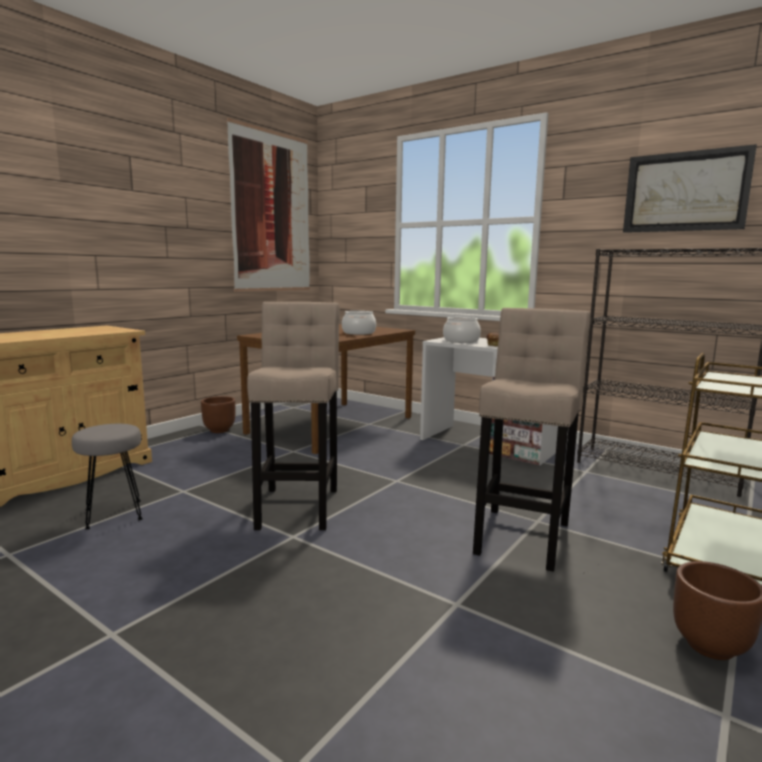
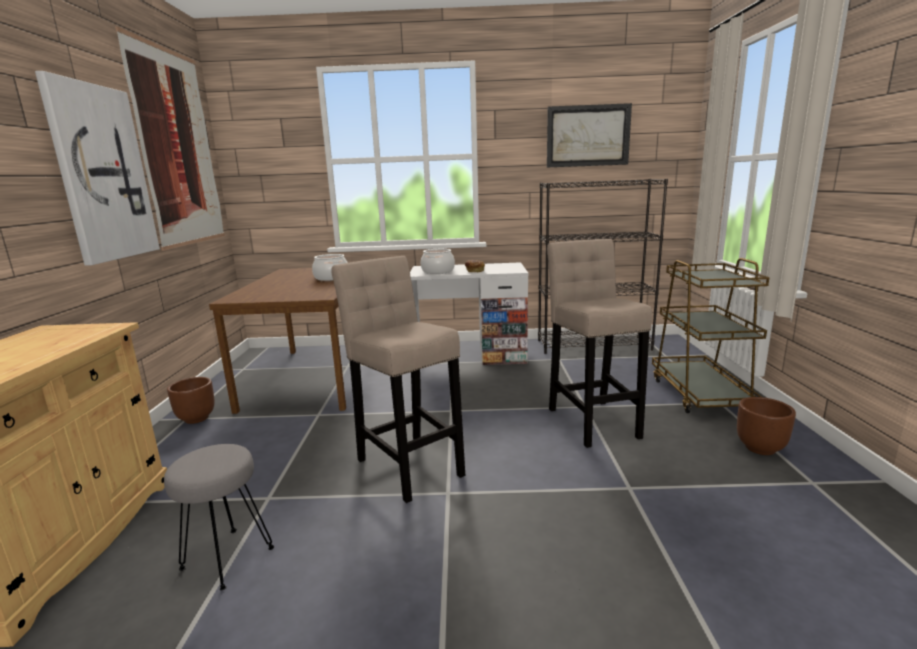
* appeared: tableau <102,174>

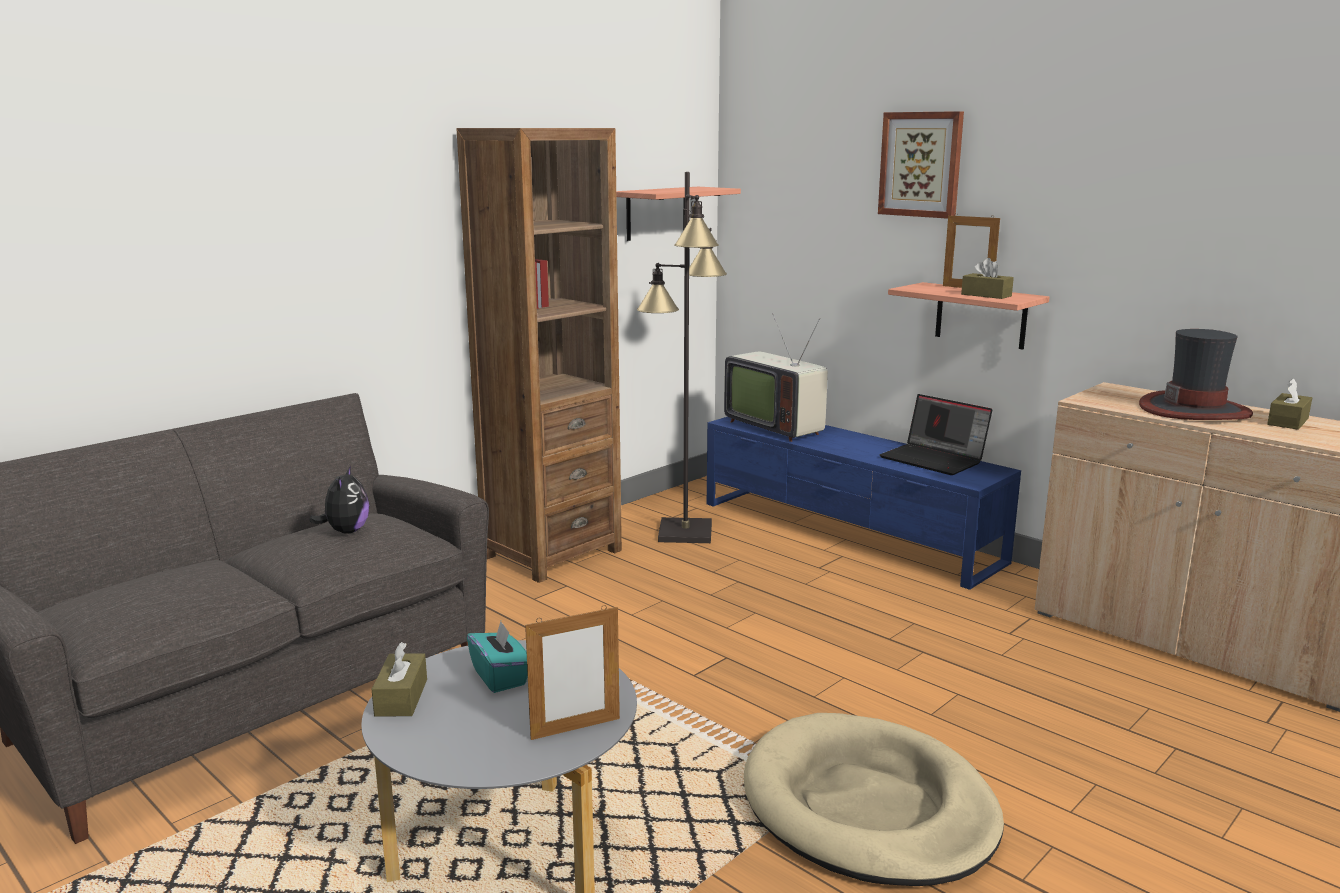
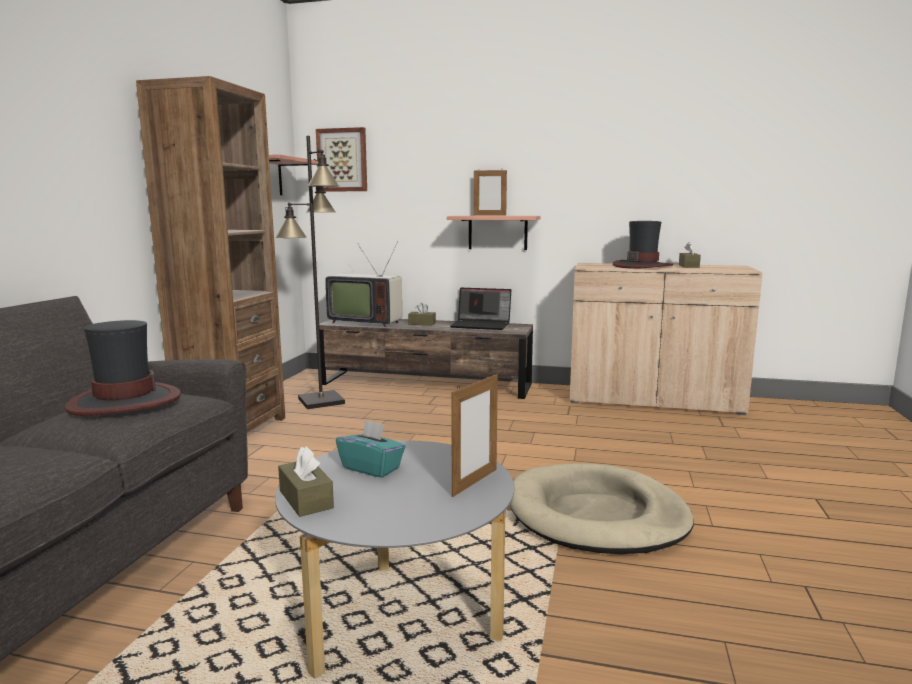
* exchanged: peluche <346,531> to chapeau <124,401>
* colour: meuble télé/bleu <848,532> to meuble télé/marron <426,384>
* relocated: tableau <921,164> to <342,160>
* relocated: boîte à mouchoirs/marron <986,295> to <422,323>

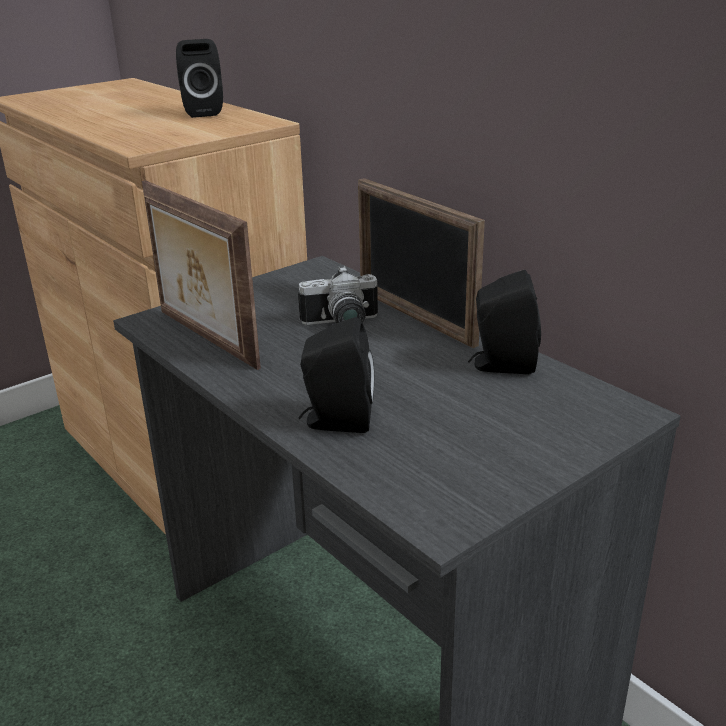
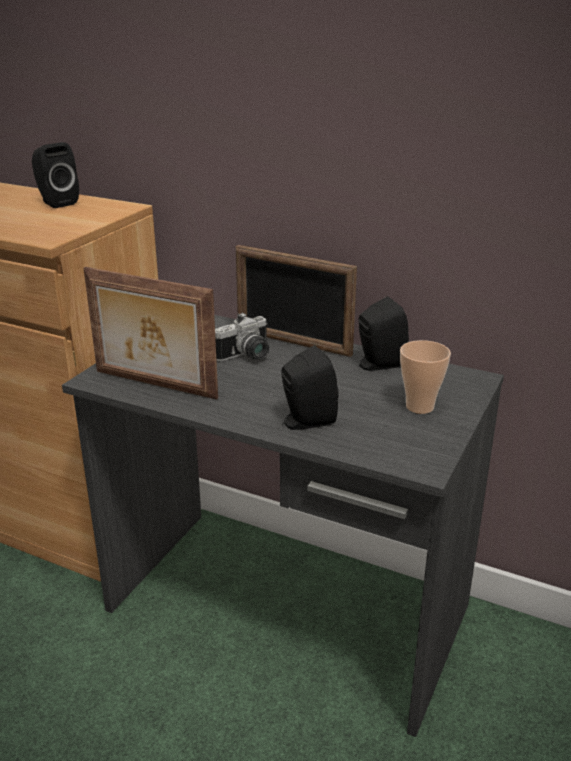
* appeared: tasse <419,407>

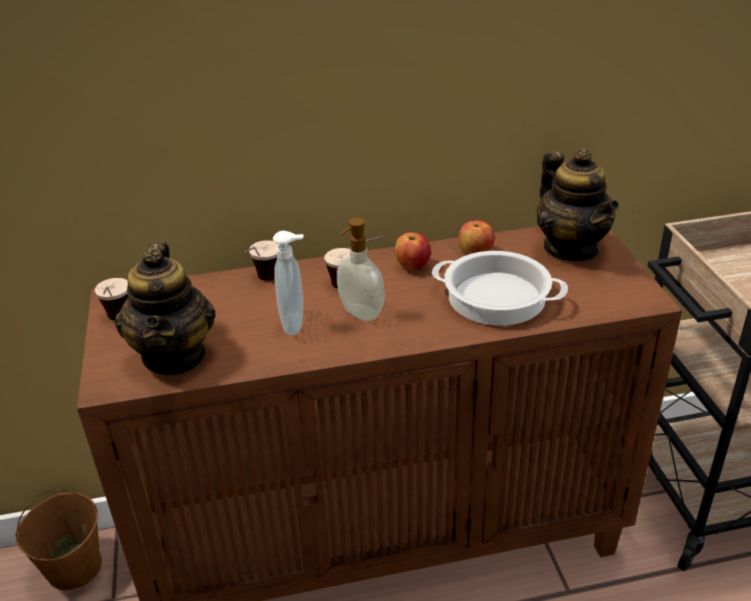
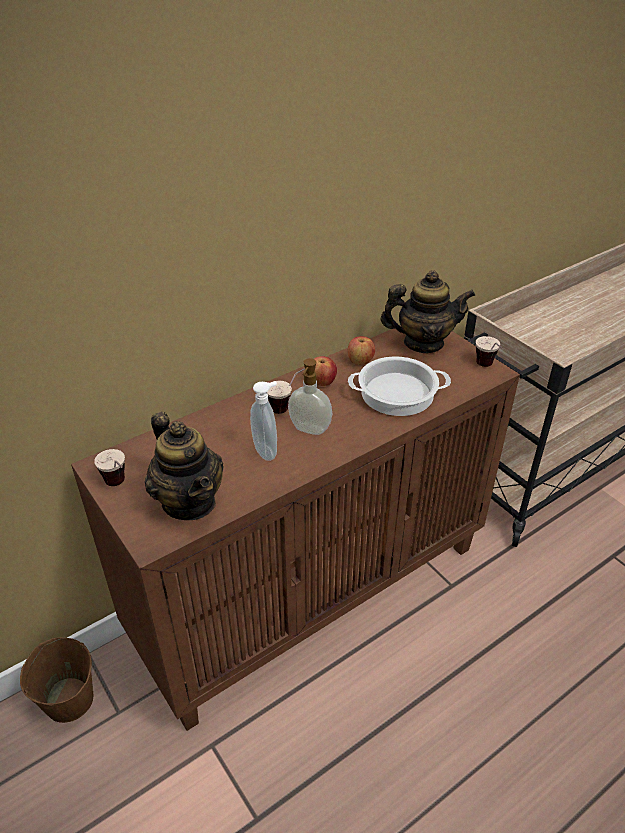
* relocated: tasse <263,282> to <487,368>
* spun: théière <571,248> = <423,343> 45 degrees counterclockwise

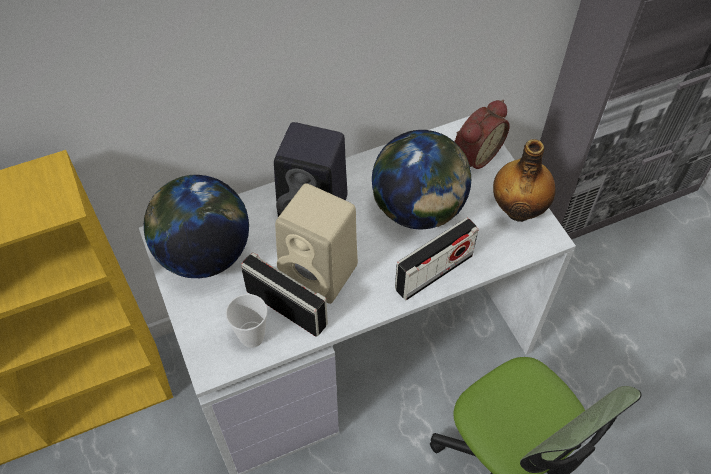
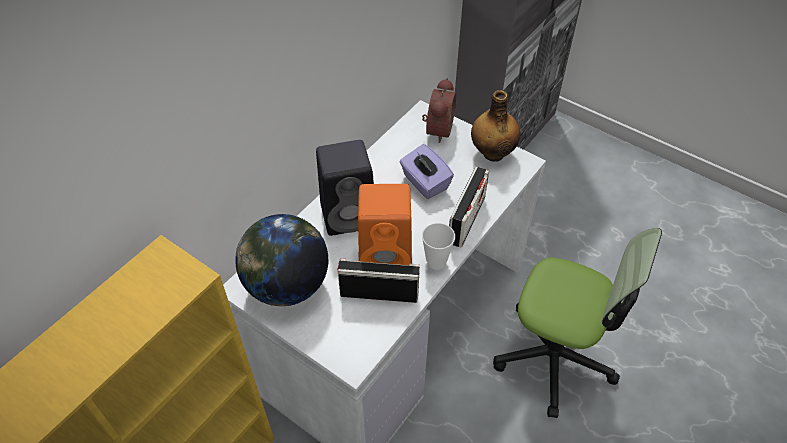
* relocated: tasse <252,337> to <436,262>
* colour: enceinte/beige <321,273> to enceinte/orange <387,257>
* exchanged: globe <418,210> to boîte à mouchoirs/violet <425,183>

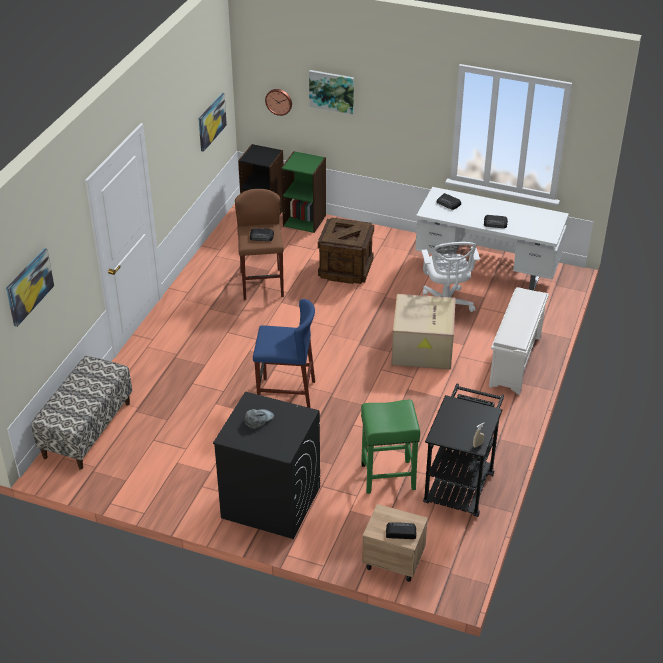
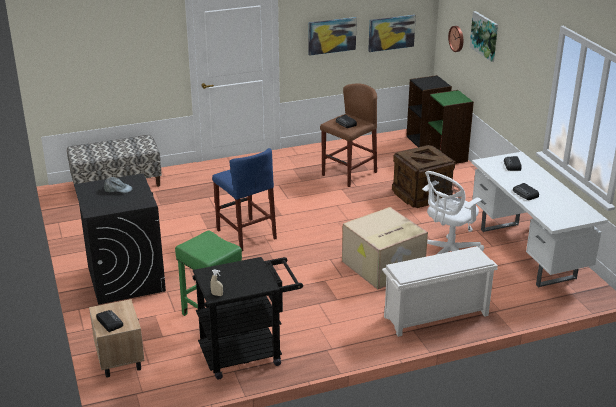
* relocated: tableau <29,286> to <331,35>

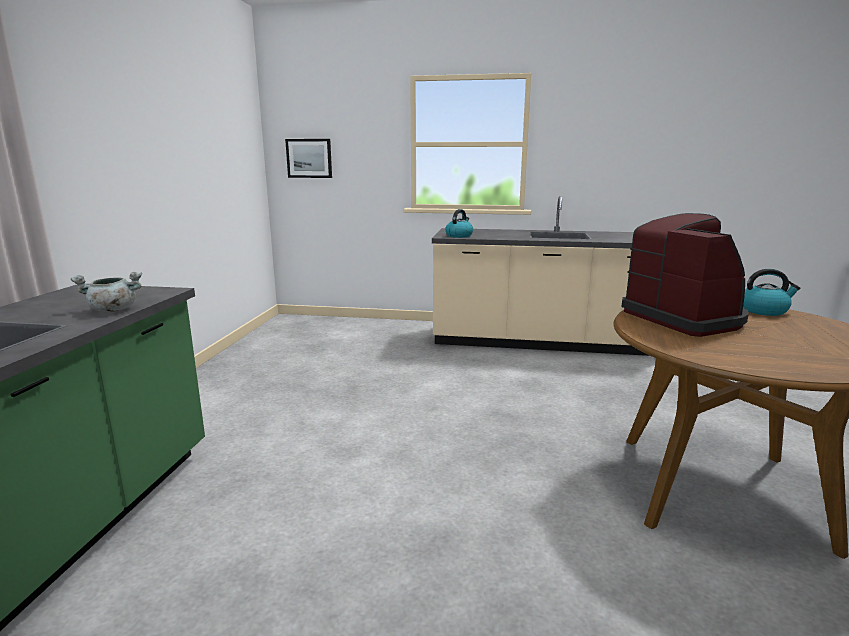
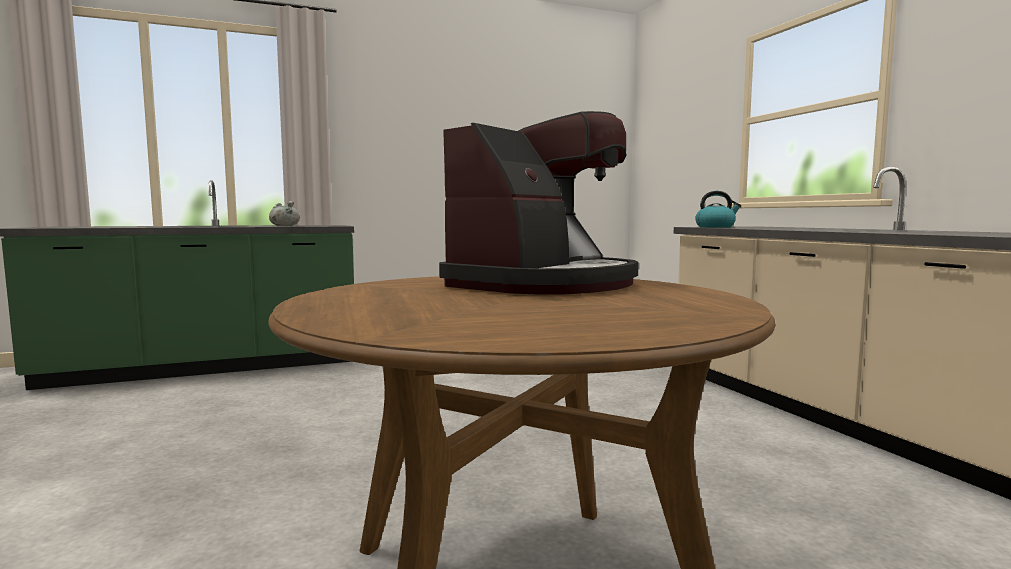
* missing: tableau <309,158>
* missing: bouilloire <763,310>

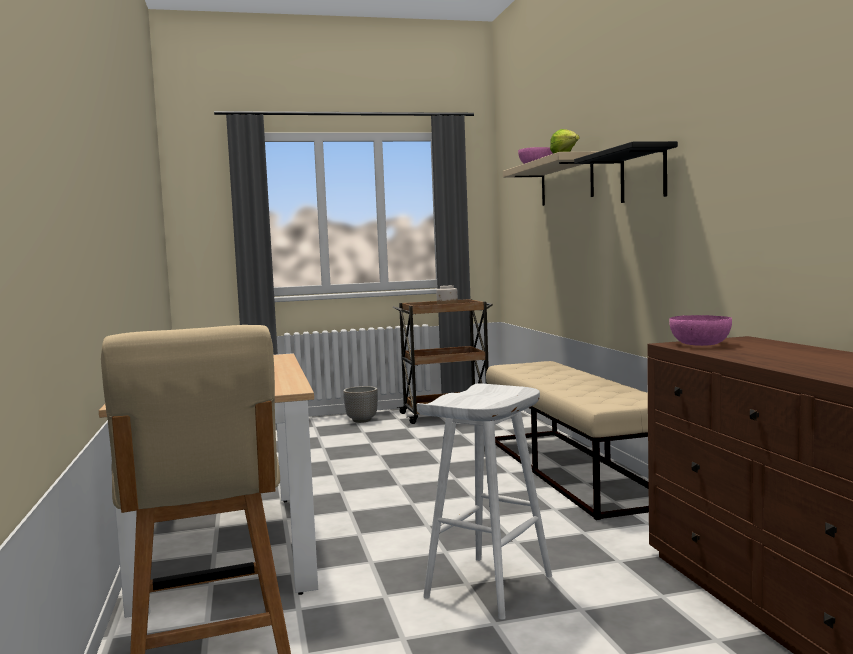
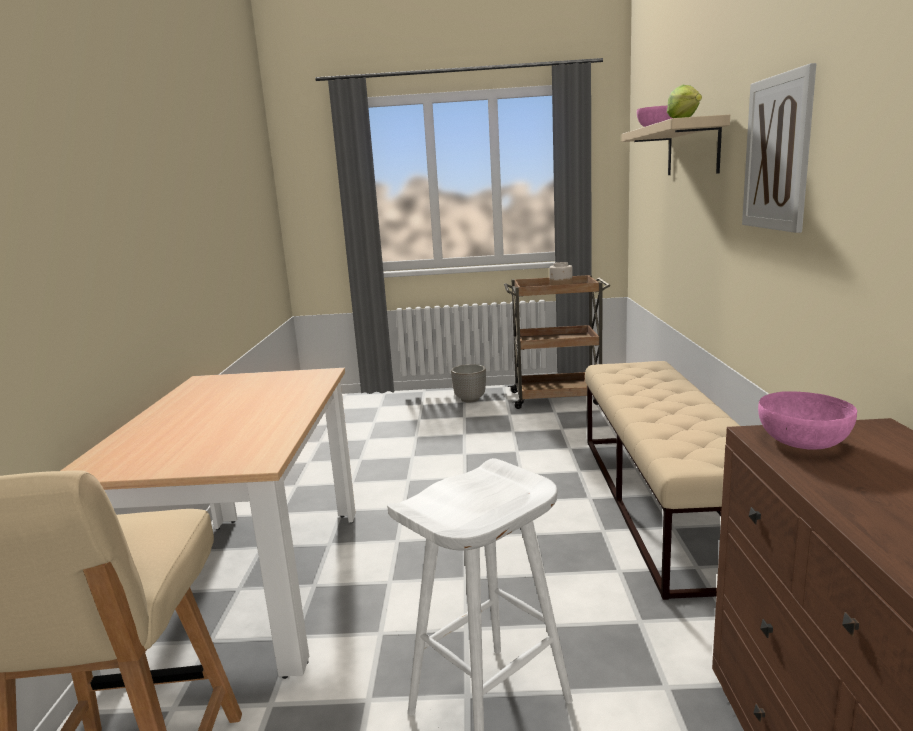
* exchanged: étagère/noir <643,175> to tableau <777,153>

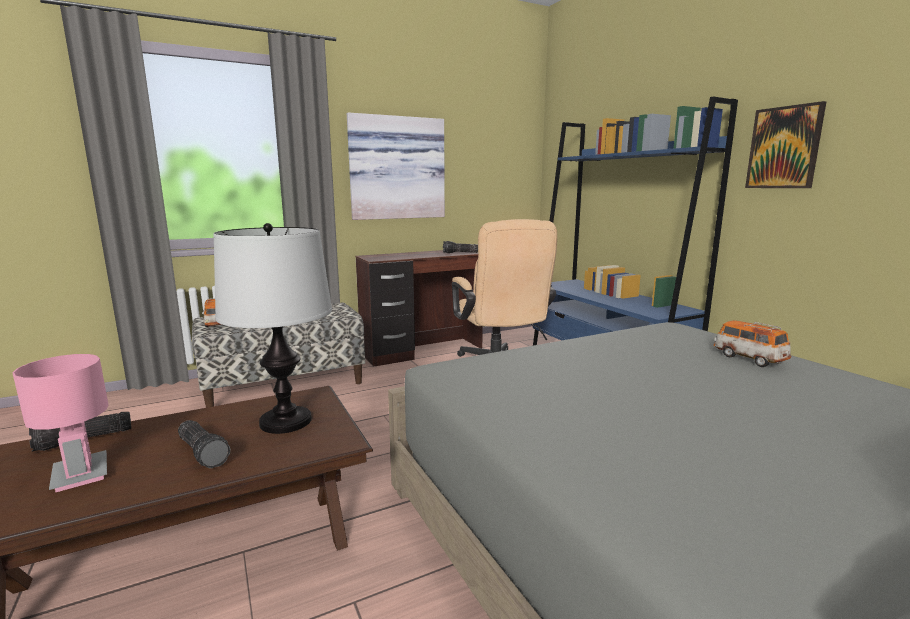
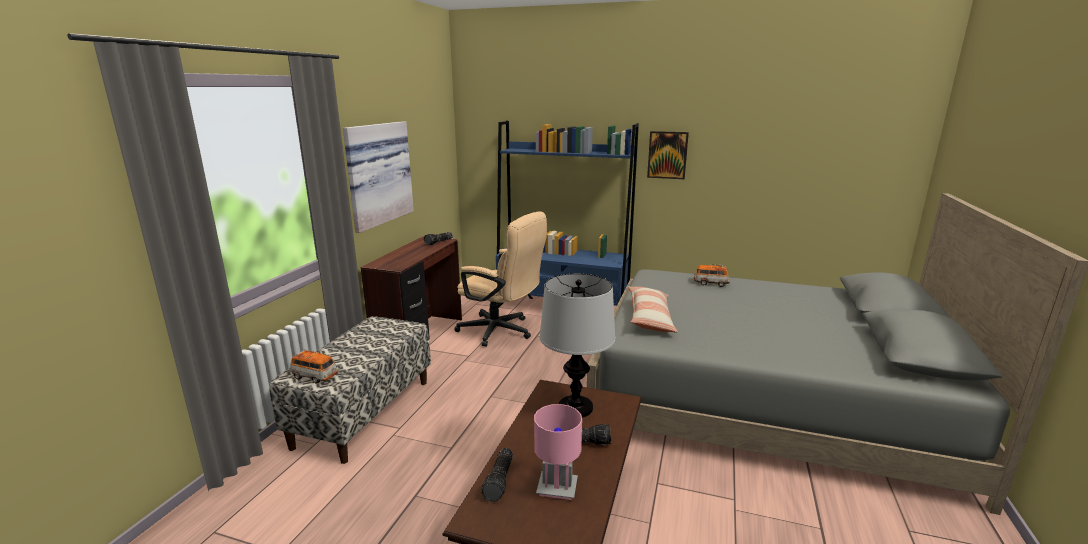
* appeared: coussin <650,318>

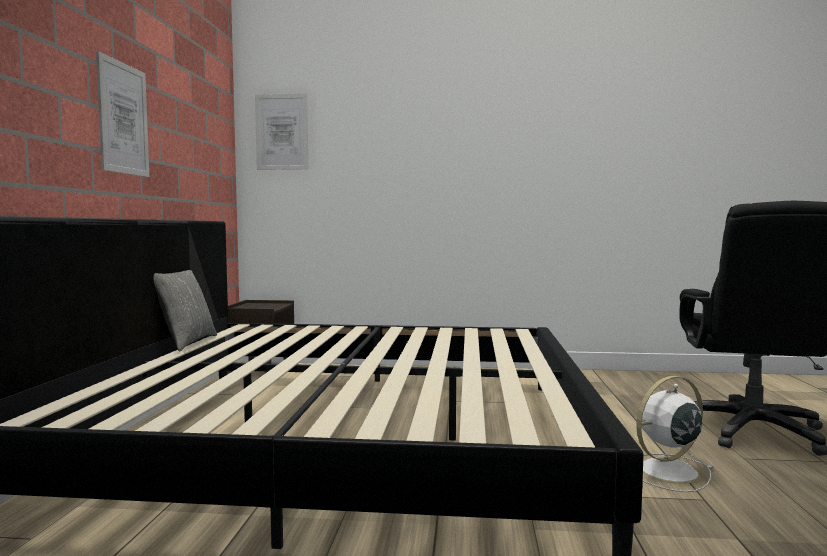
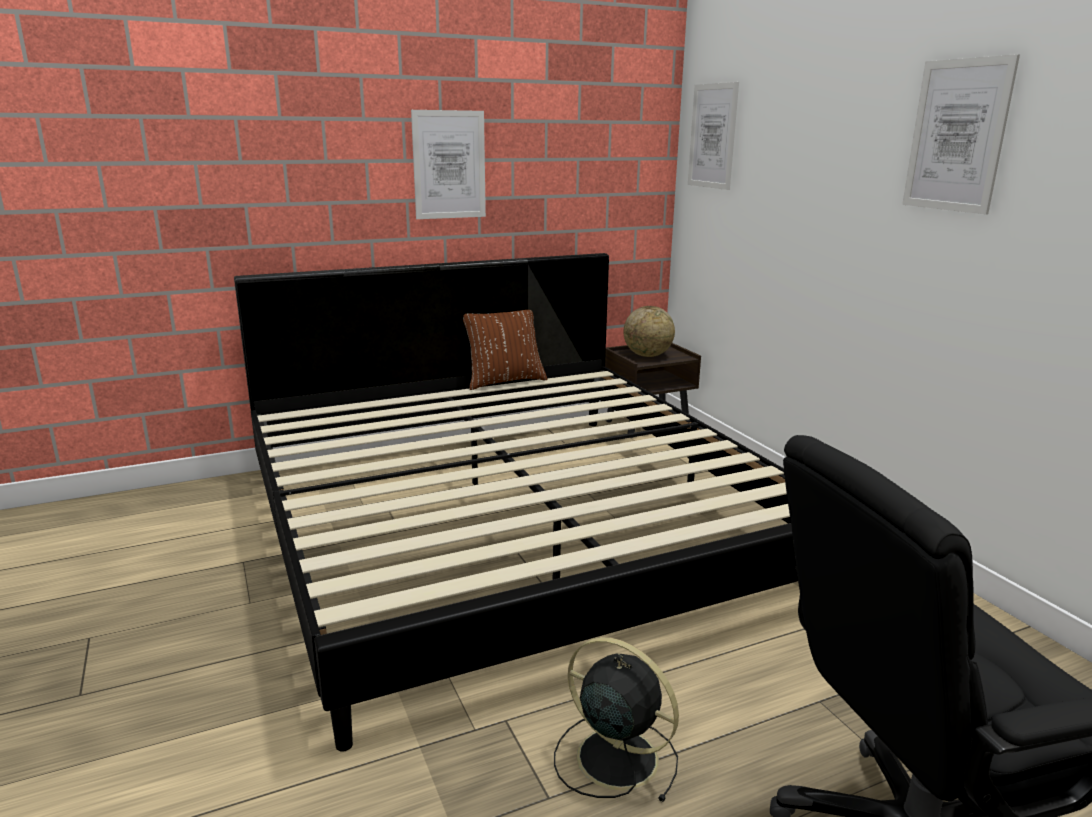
* colour: coussin/gris <185,343> to coussin/marron <504,381>
* colour: ventilateur/blanc <666,472> to ventilateur/noir <614,756>
* appeared: globe <647,355>
* appeared: tableau <957,136>

